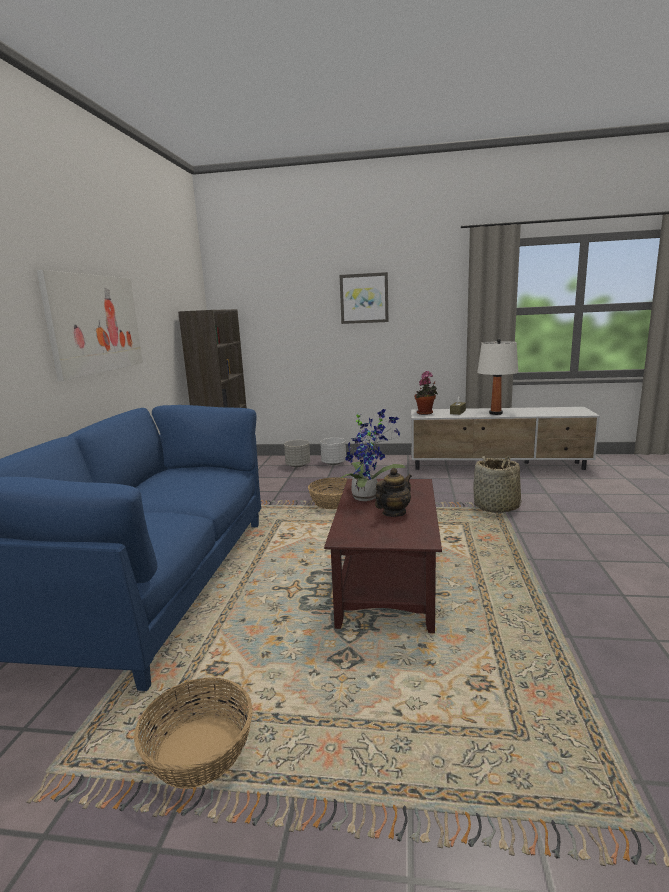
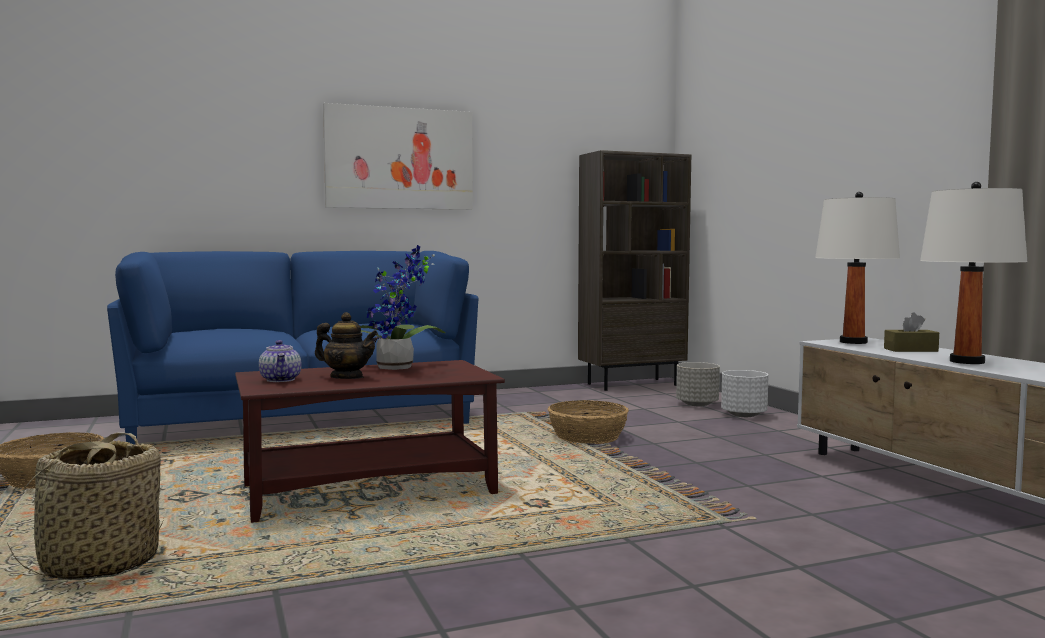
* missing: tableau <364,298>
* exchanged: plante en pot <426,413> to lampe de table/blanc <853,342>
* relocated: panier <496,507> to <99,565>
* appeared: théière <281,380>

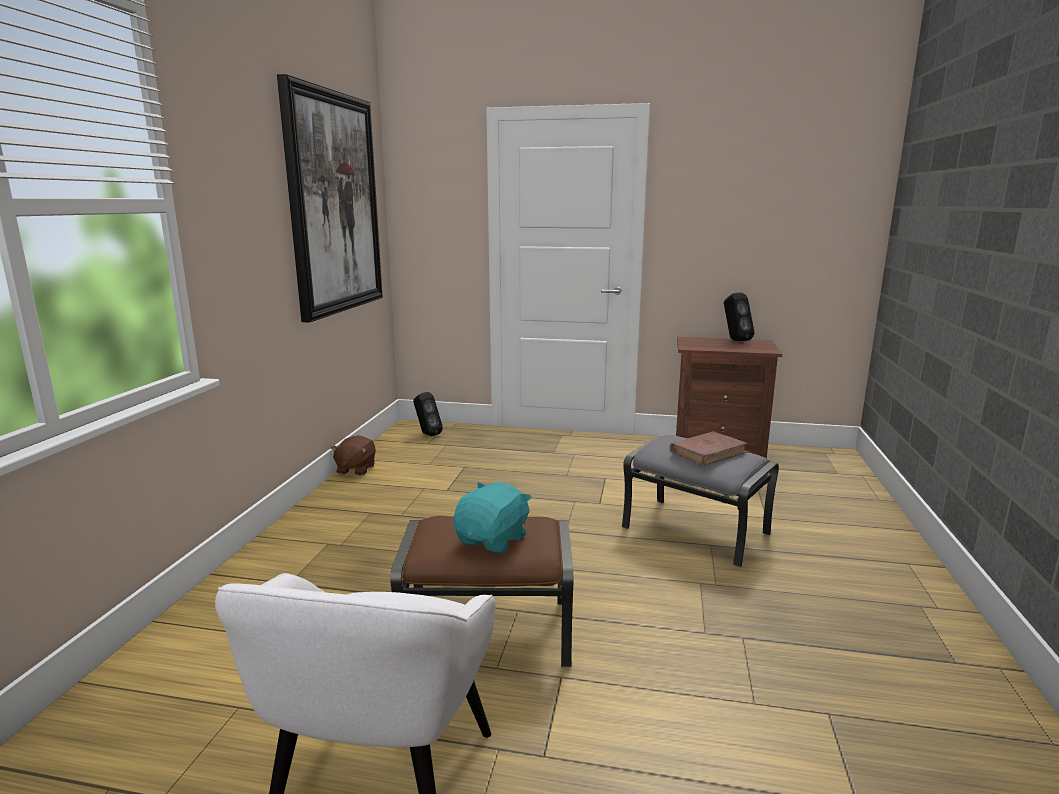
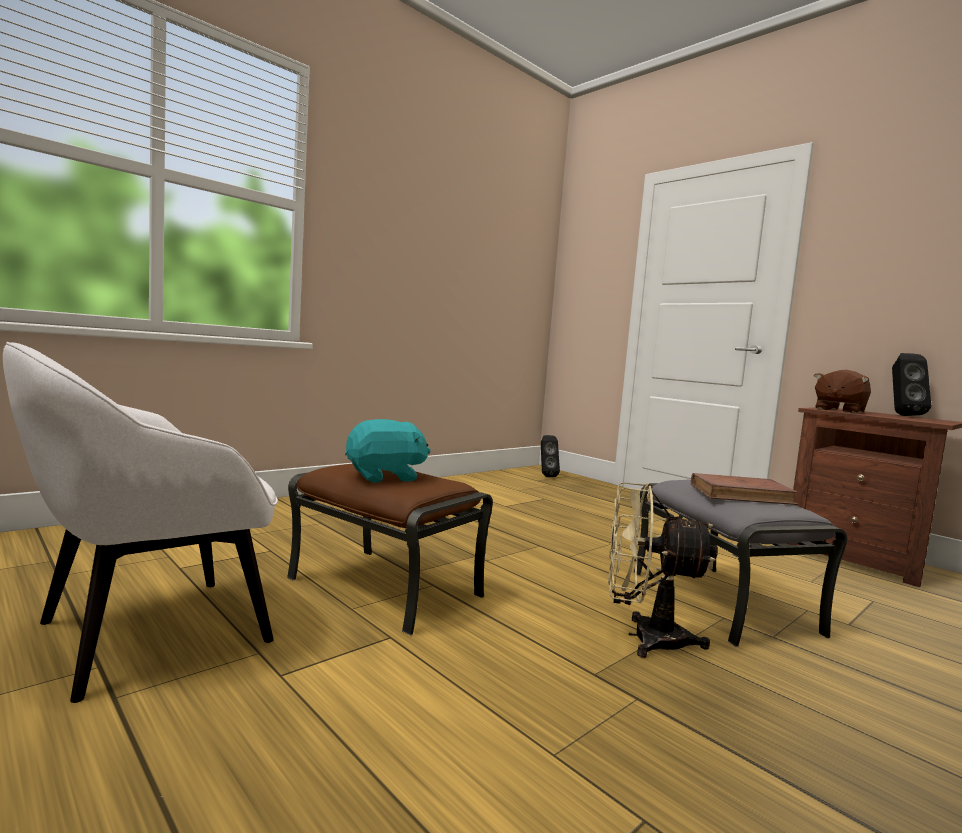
* missing: tableau <334,204>
* relocated: peluche/marron <355,469> to <839,410>
* appeared: ventilateur/beige <644,637>

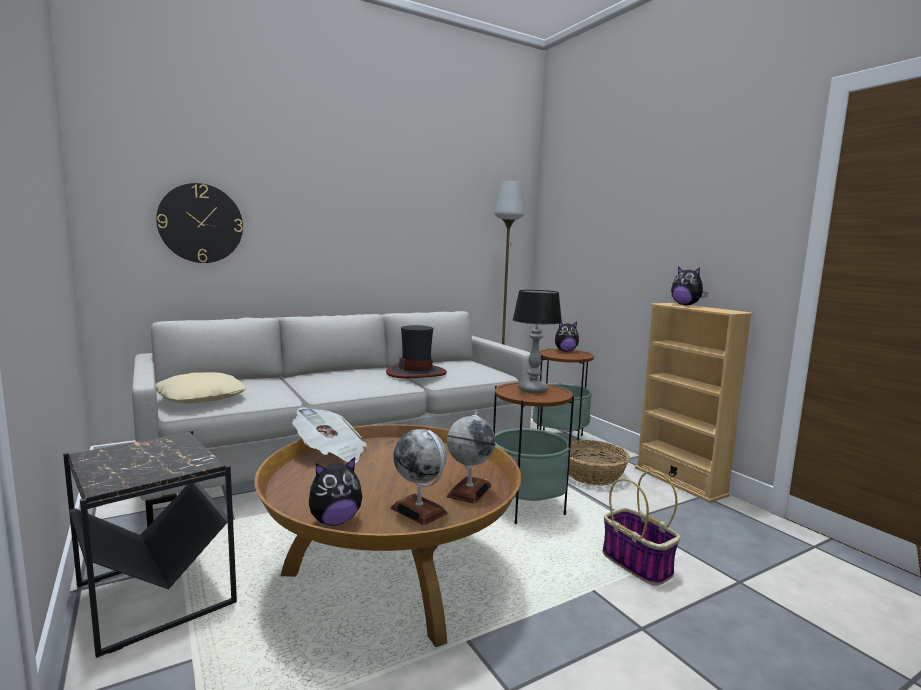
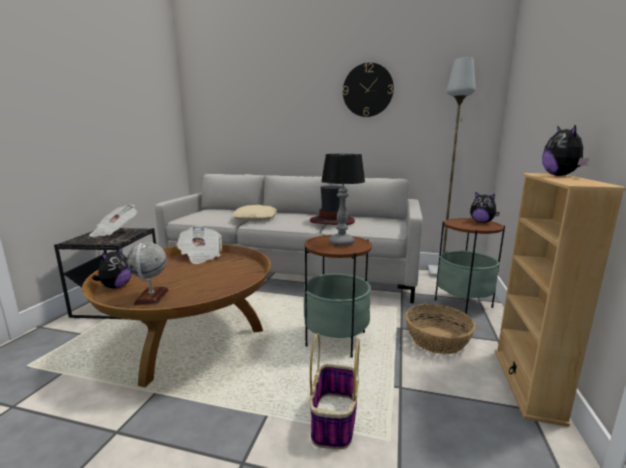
* relocated: horloge murale <200,223> to <367,90>
* relocated: coussin/beige <201,397> to <256,218>
* spun: peluche <335,521> = <116,286> 90 degrees counterclockwise
* missing: globe <469,491>
* appeared: journal <115,232>

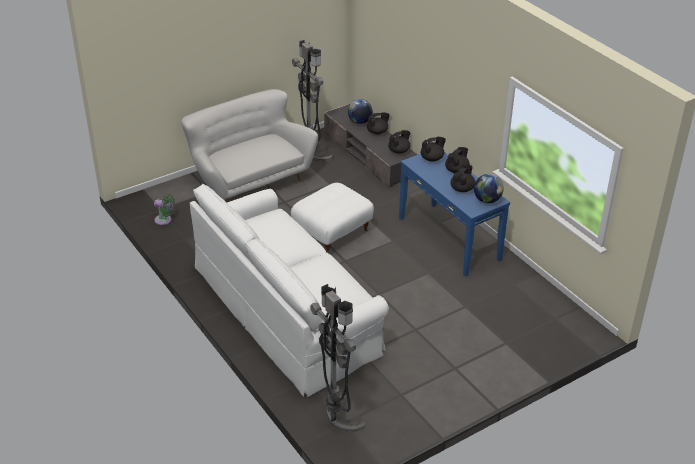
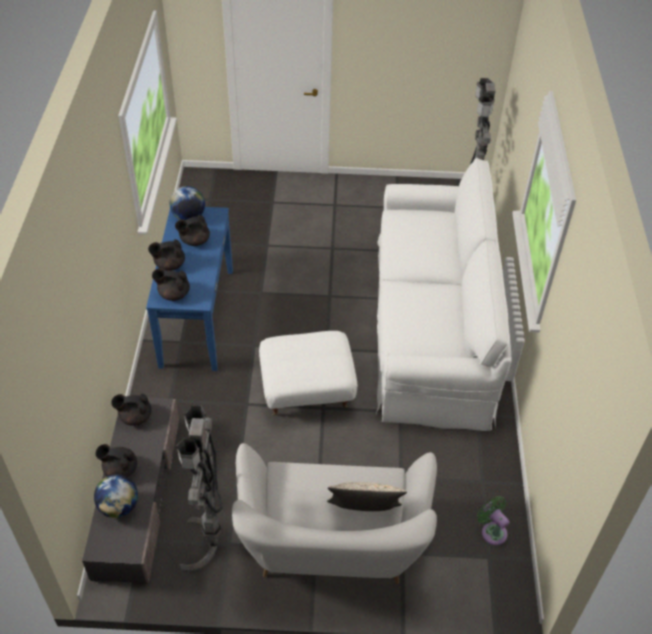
* appeared: coussin/beige <364,514>

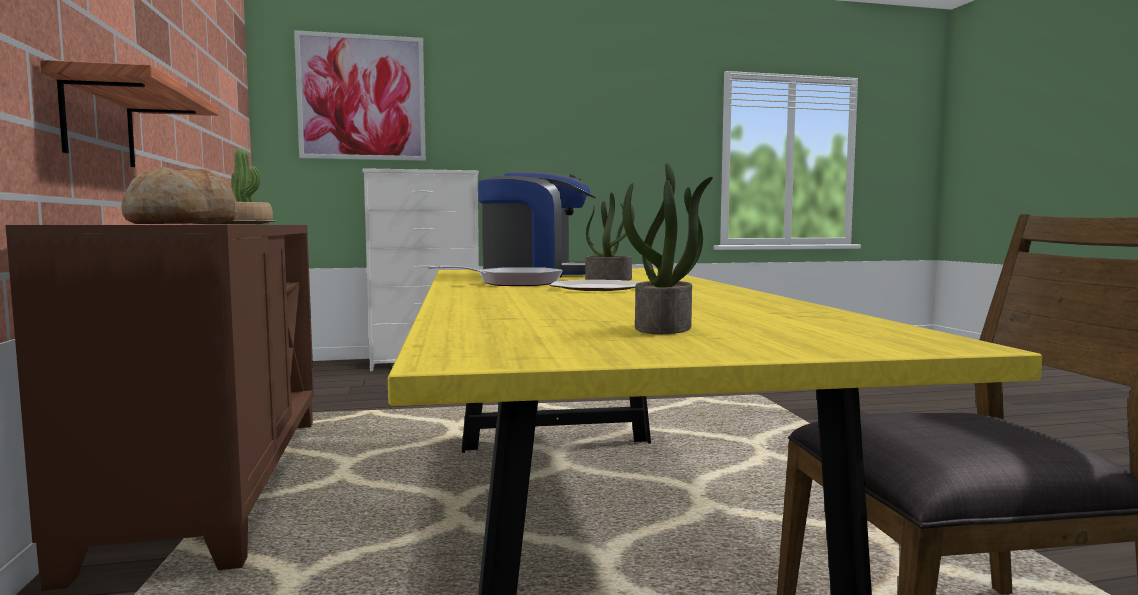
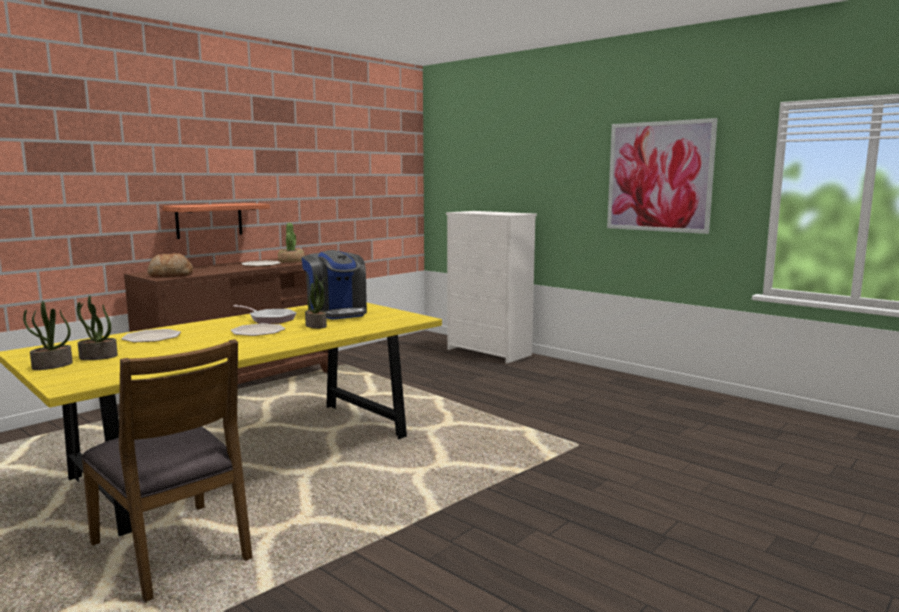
* relocated: tableau <362,97> to <659,176>
* appeared: plante en pot <52,366>
* appeared: assiette <152,337>

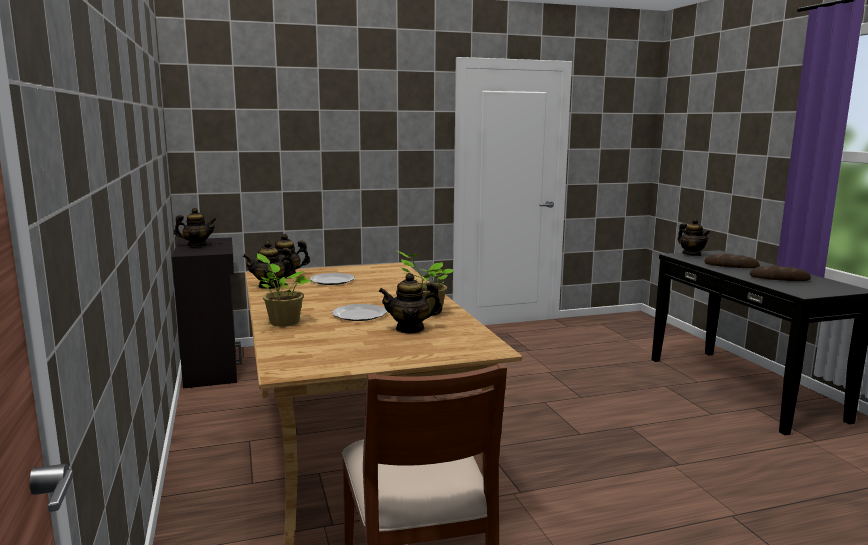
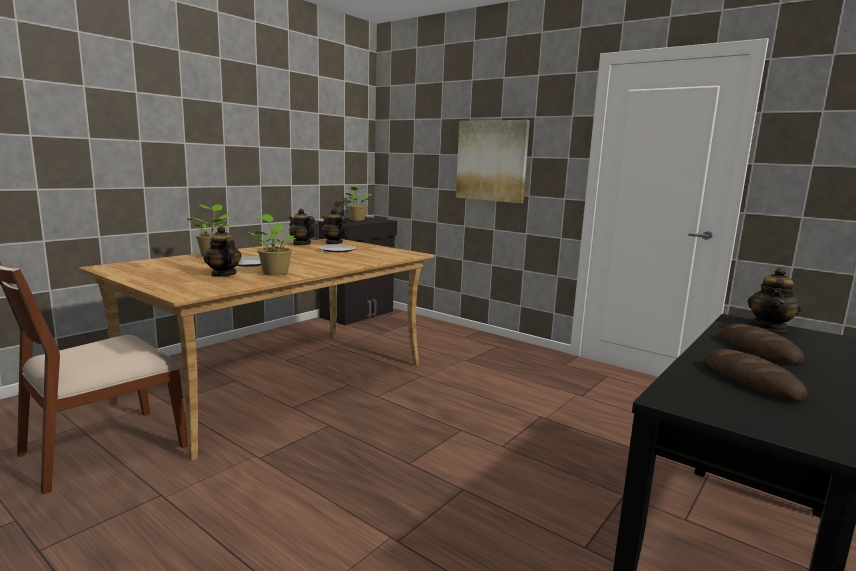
* exchanged: théière <197,245> to plante en pot <357,220>
* appeared: tableau <491,161>

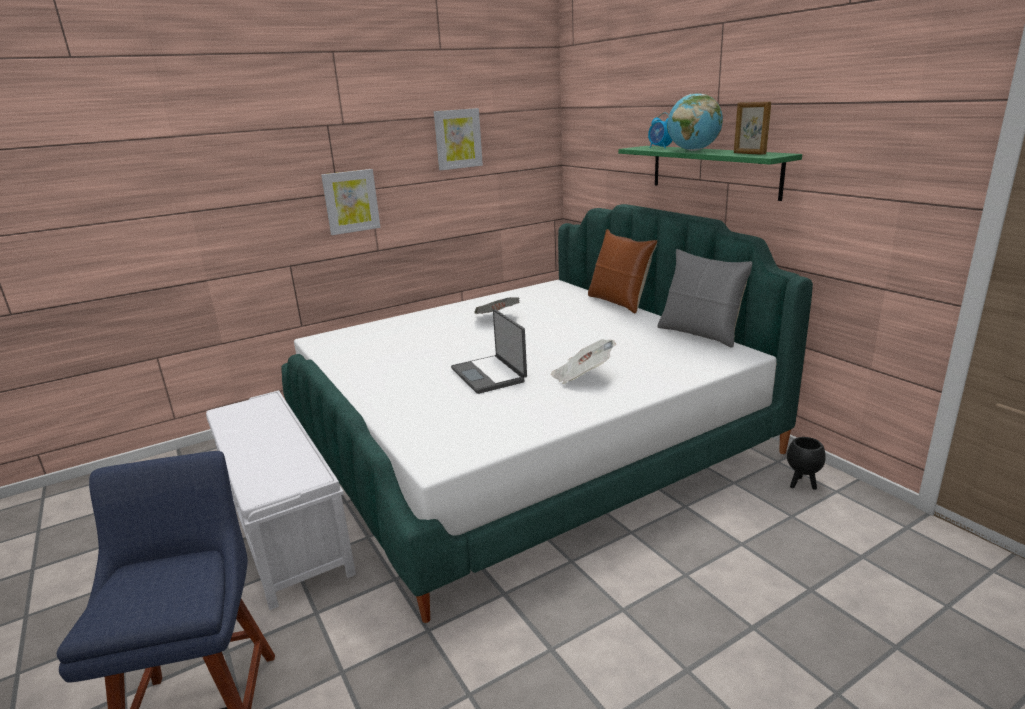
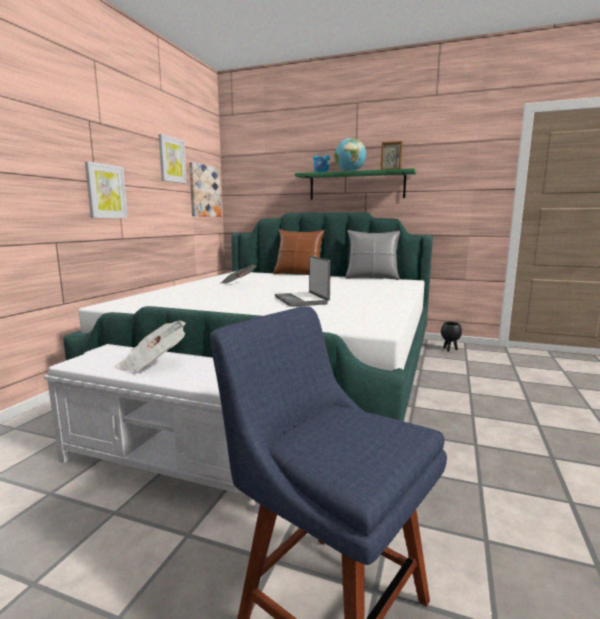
* spun: ordinateur portable <489,375> = <302,300> 45 degrees clockwise
* relocated: journal <582,376> to <152,363>
* appeared: tableau <204,191>

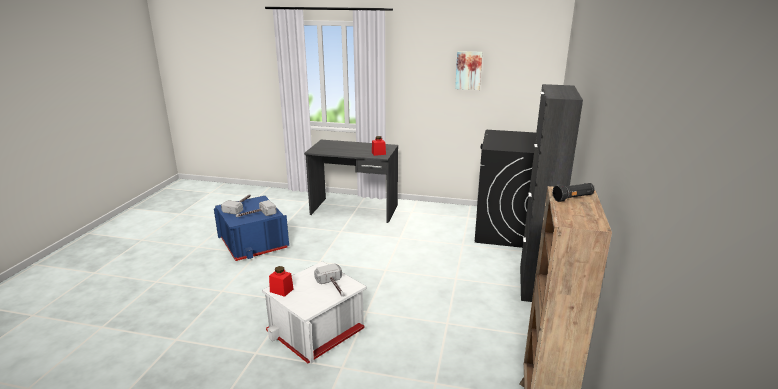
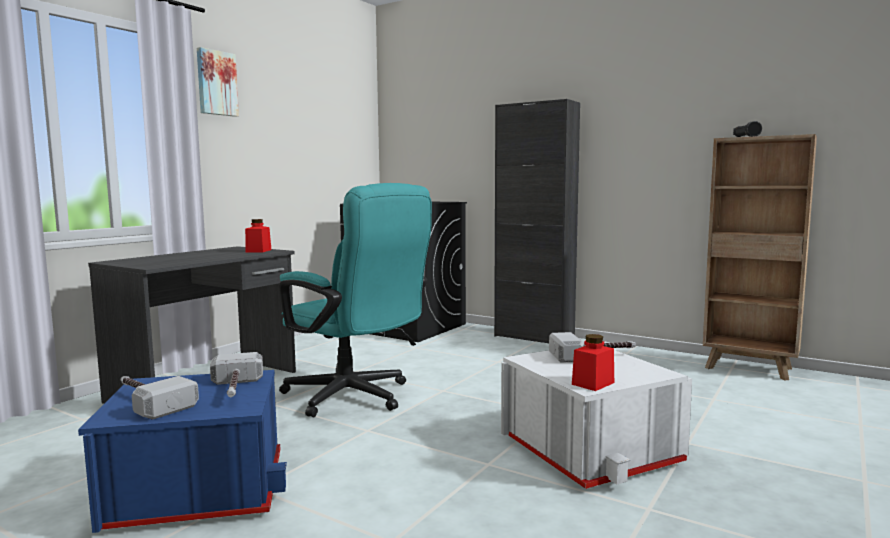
* relocated: tableau <468,70> to <216,83>
* appeared: chaise de bureau/turquoise <355,398>

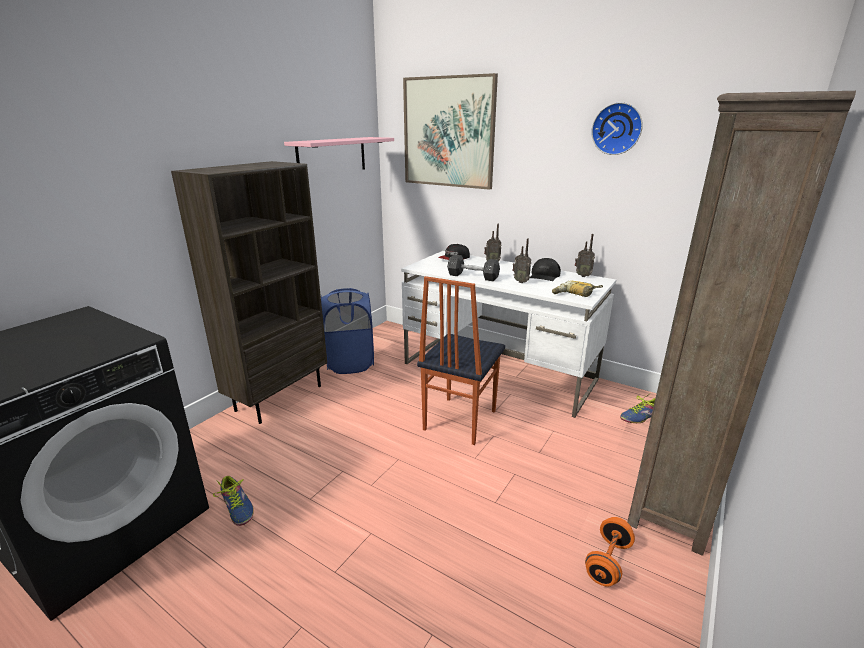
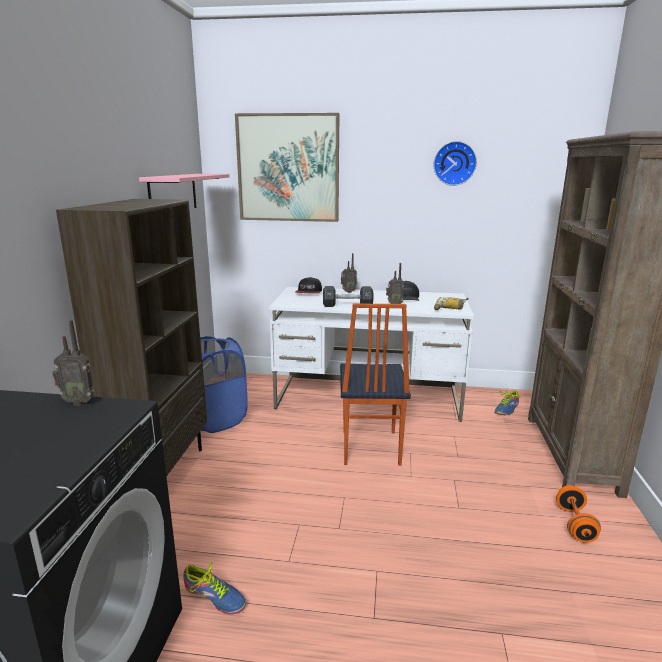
* relocated: radio <582,275> to <79,402>

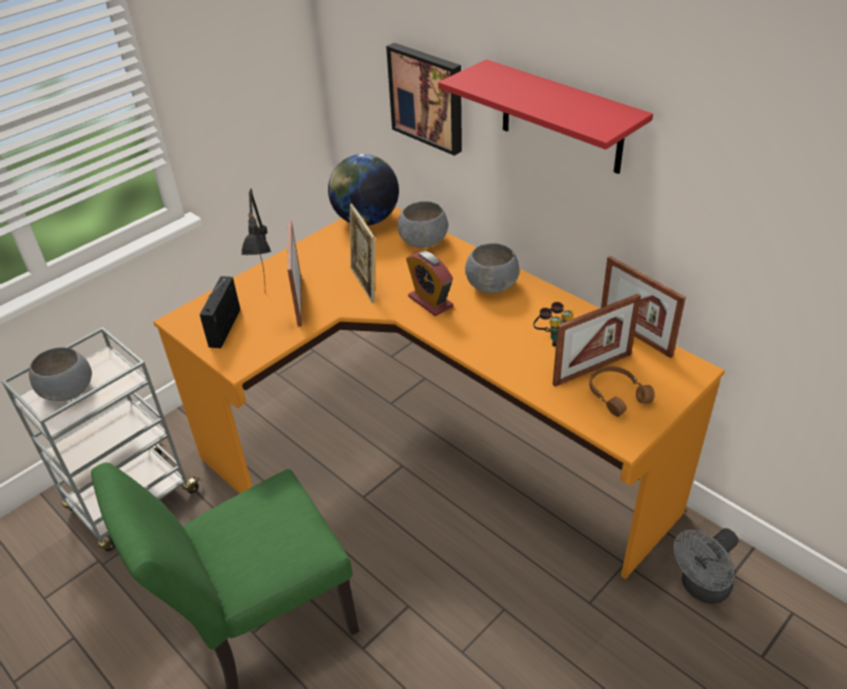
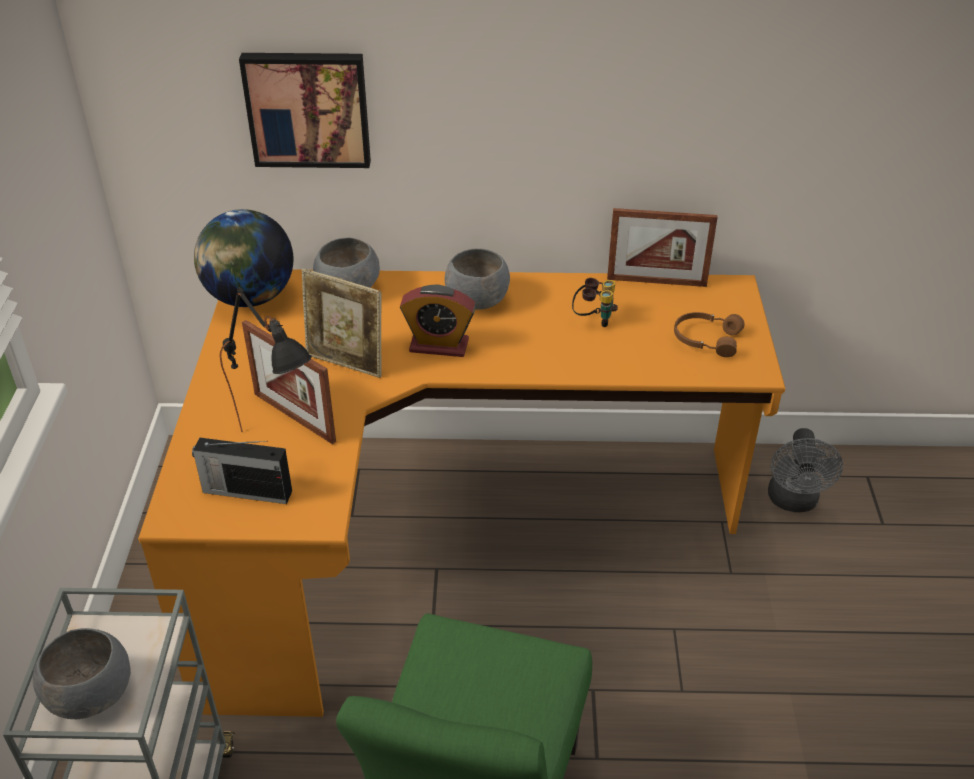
* spun: radio <225,327> = <245,491> 45 degrees counterclockwise
* missing: étagère/rouge <561,118>
* missing: cadre photo <592,369>

